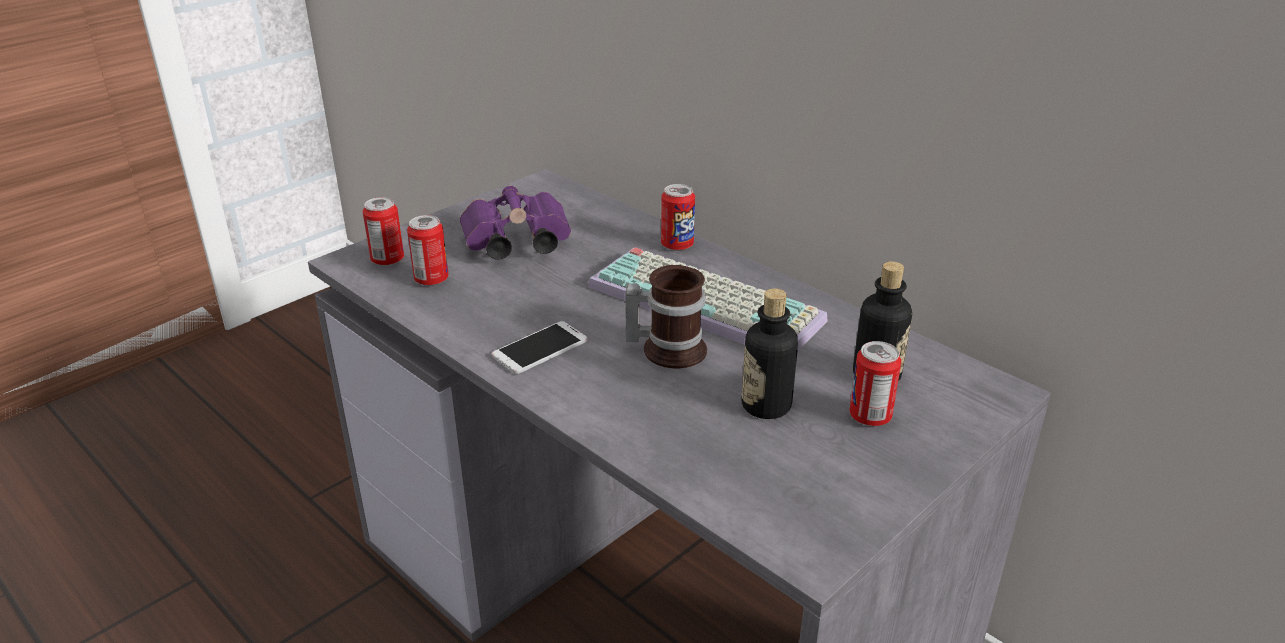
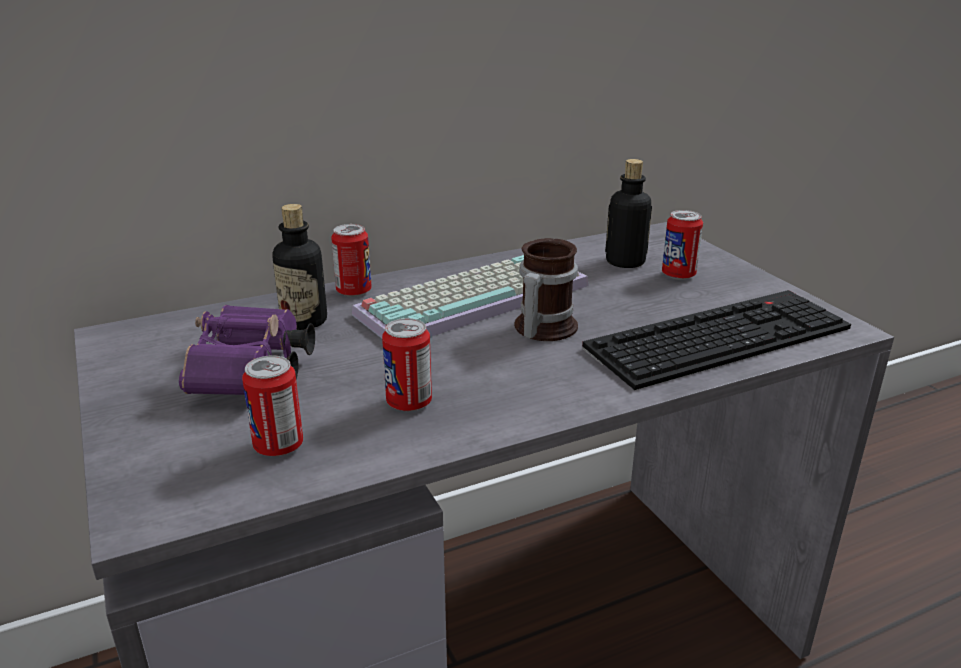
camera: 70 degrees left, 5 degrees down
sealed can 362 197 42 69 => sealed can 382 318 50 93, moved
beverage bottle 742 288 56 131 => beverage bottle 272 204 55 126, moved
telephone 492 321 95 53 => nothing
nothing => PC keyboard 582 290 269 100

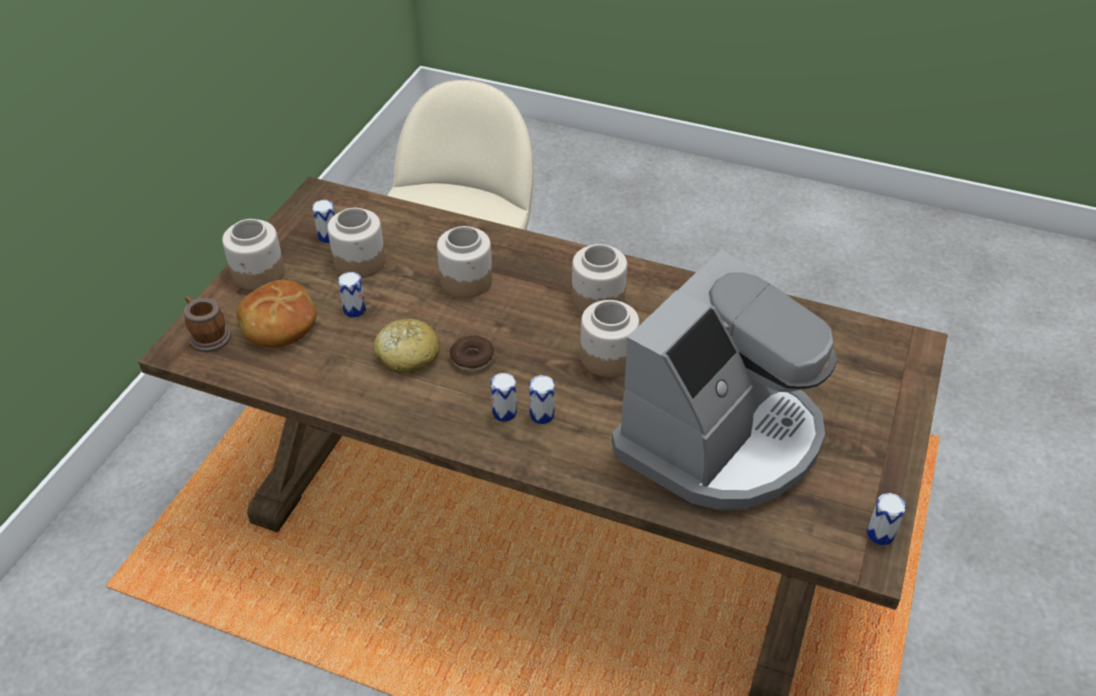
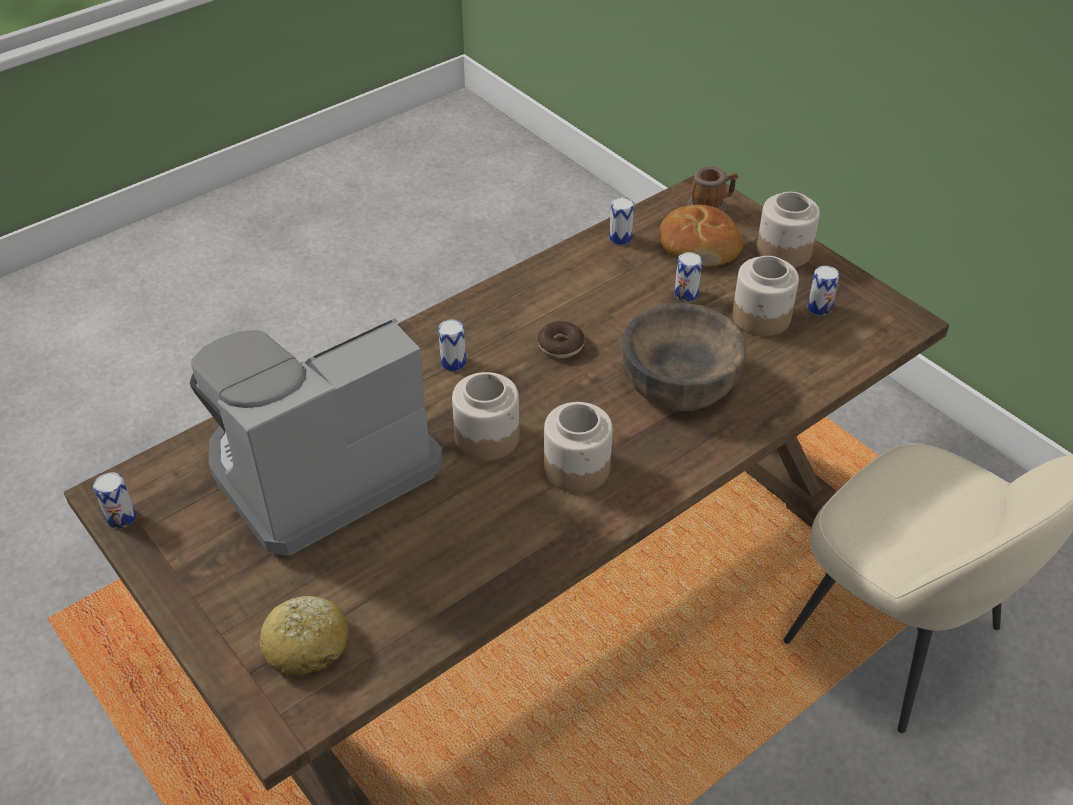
camera: 120 degrees right, 0 degrees up
preserve jar 437 226 55 72 => brown bowl 621 303 125 108
coffee brewer 612 249 225 261 => coffee brewer 190 318 252 238, 75 degrees clockwise
bakery bread 374 319 66 55 => bakery bread 260 596 89 80, moved
sealed can 491 373 26 49 => sealed can 609 197 25 48, moved

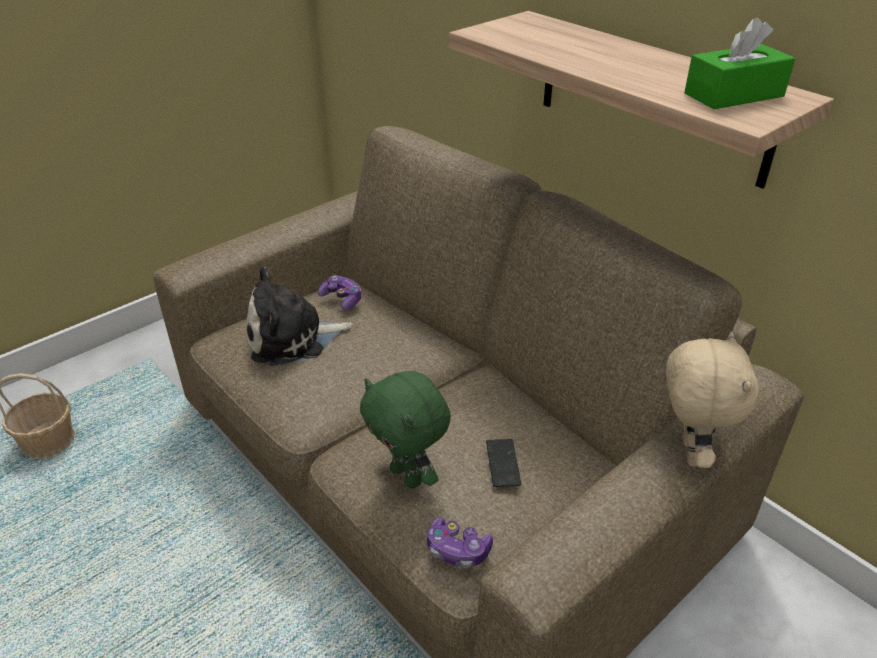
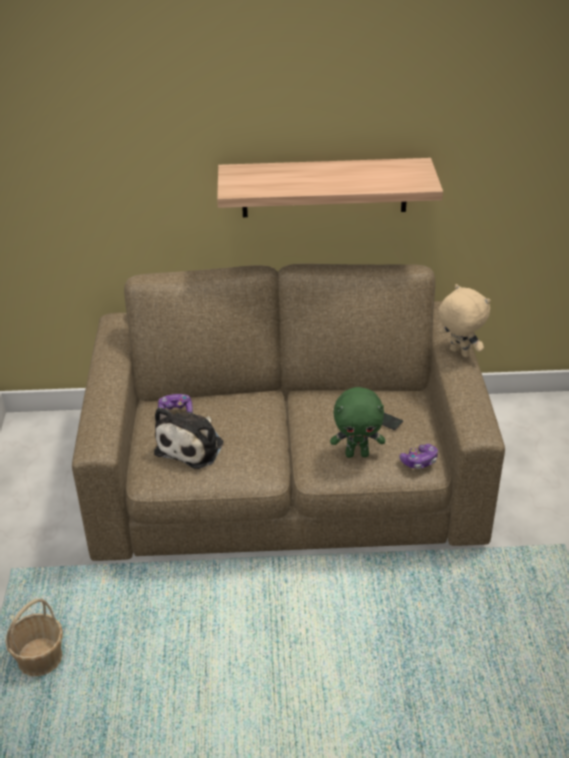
camera: 50 degrees left, 0 degrees up
green-coloured tissue box 684 17 111 92 => nothing

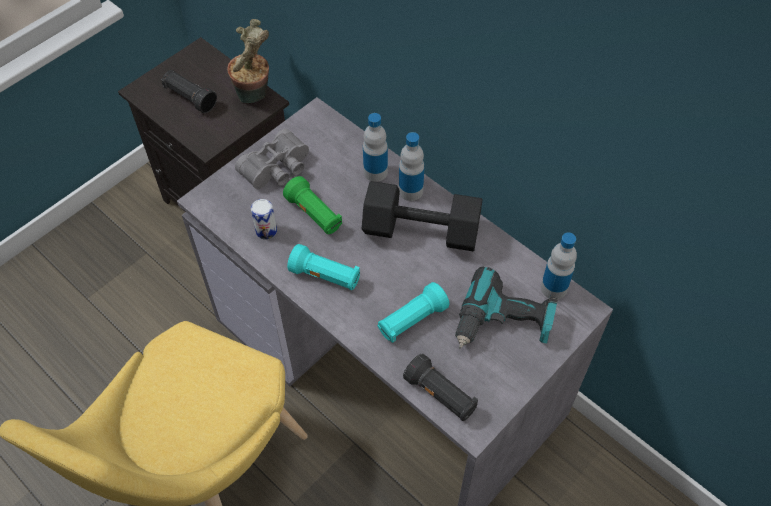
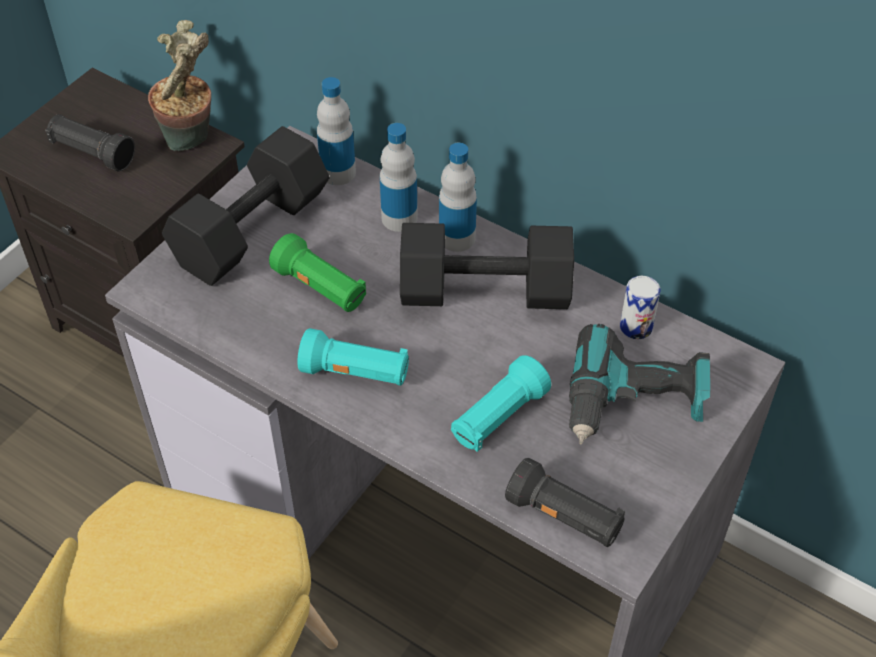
camera: 10 degrees left, 5 degrees down
grey pair of binoculars 235 129 74 60 => black-coloured free weight 162 126 167 160
sealed can 251 199 26 40 => sealed can 620 276 40 63, moved
beverage bottle 541 233 36 66 => beverage bottle 317 77 39 108, moved

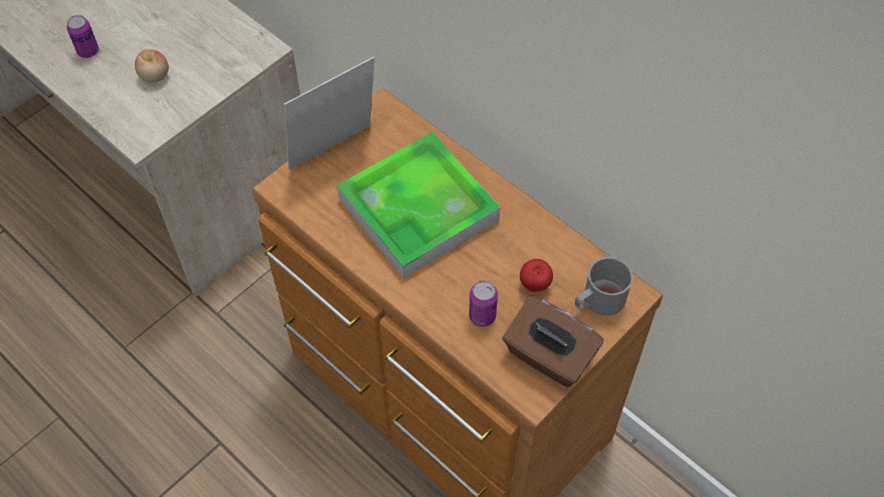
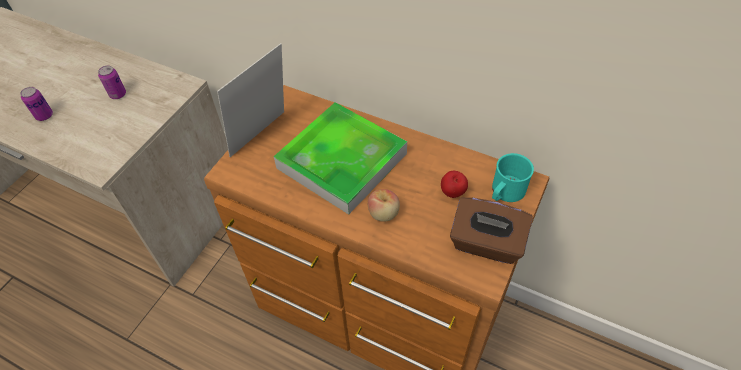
camera: 15 degrees left, 5 degrees down
whole apple 135 50 34 32 => whole apple 368 189 32 33, moved
grey tea mug 575 257 58 59 => blue-green tea mug 492 153 42 49
sealed can 469 281 29 46 => sealed can 98 65 28 34, moved

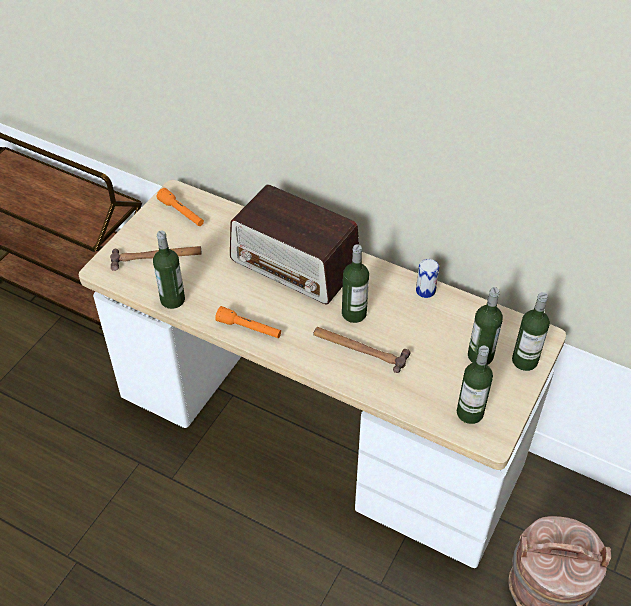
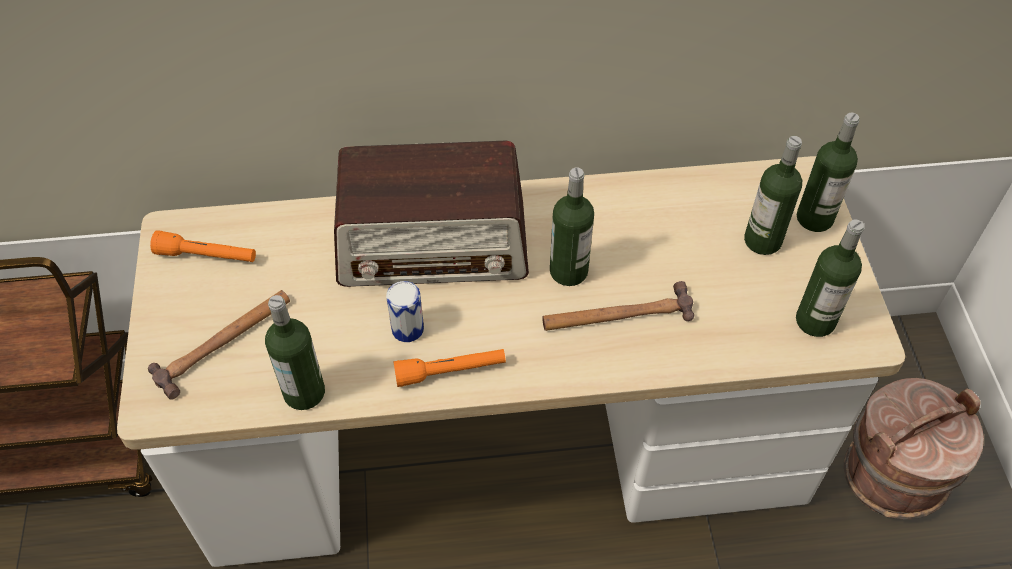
camera: 35 degrees left, 5 degrees up
sealed can 416 259 23 39 => sealed can 386 281 38 61, moved

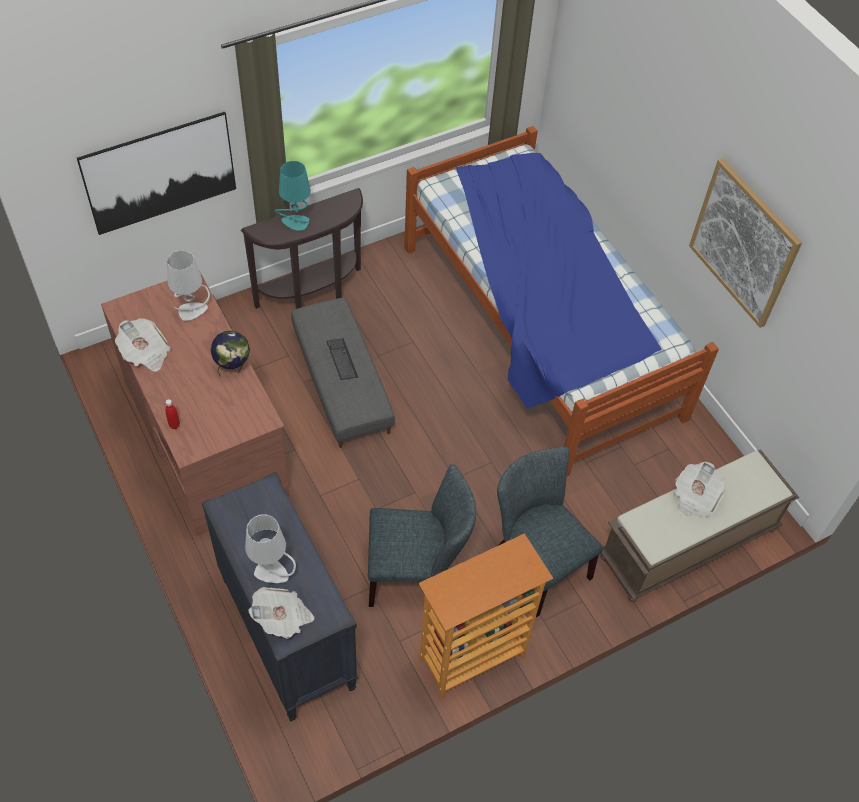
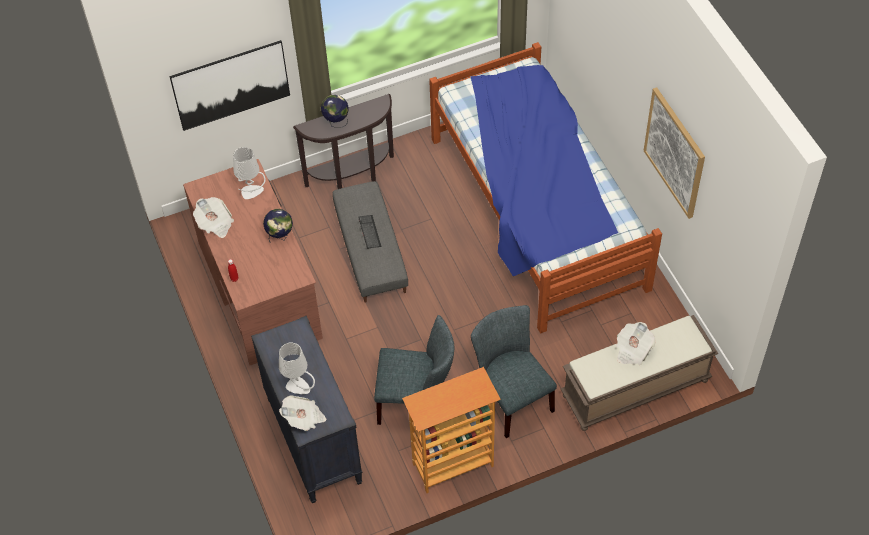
camera: 10 degrees right, 0 degrees up
blue-green tabletop lamp 274 161 37 70 => desk globe 321 95 27 33

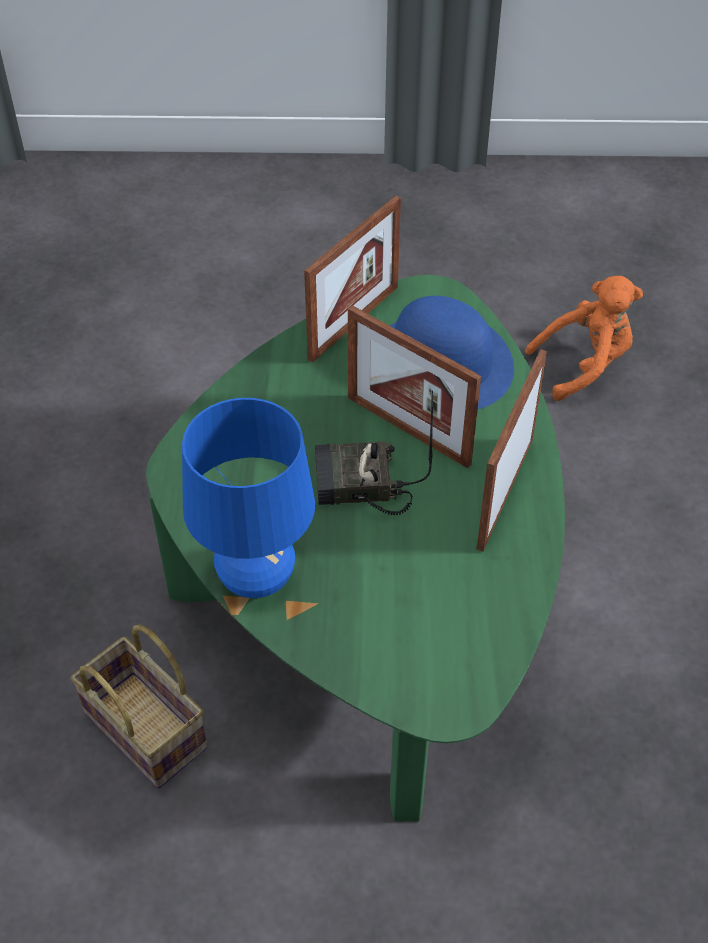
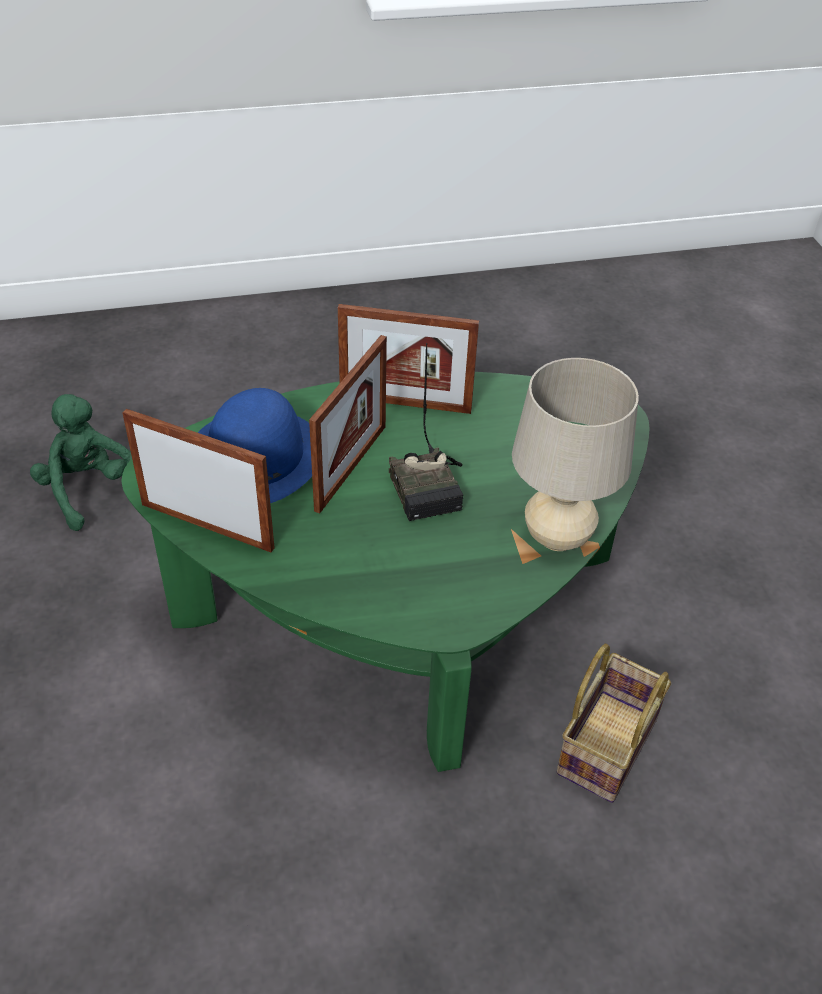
camera: 105 degrees left, 5 degrees down
orange cuddly toy 525 276 118 125 => green-coloured cuddly toy 30 394 102 137
blue tabletop lamp 182 398 133 200 => beige-coloured tabletop lamp 512 358 127 193

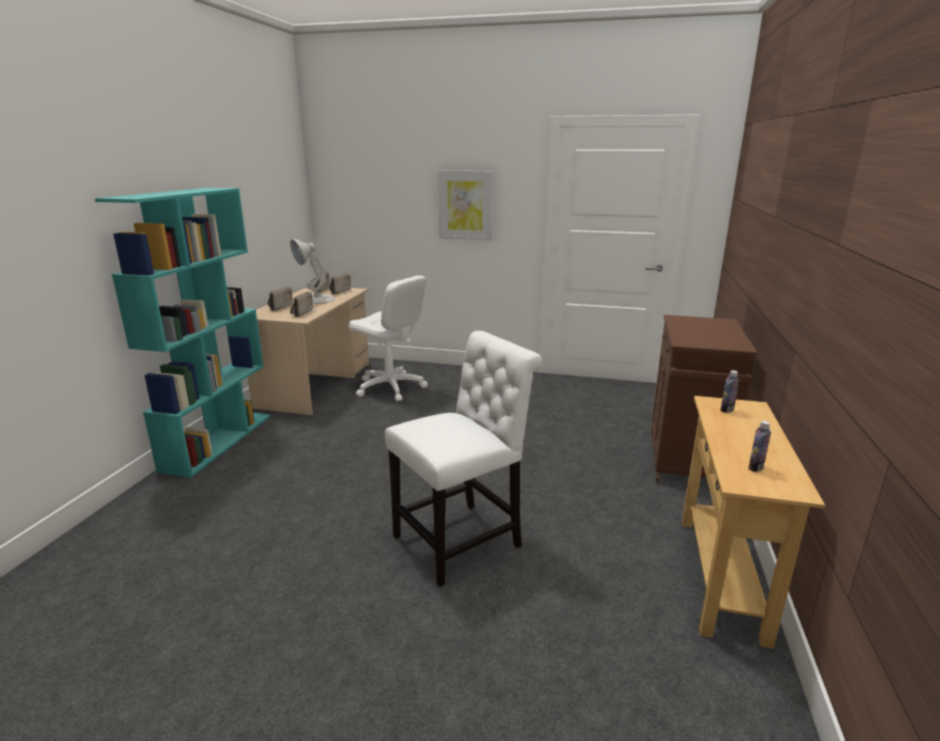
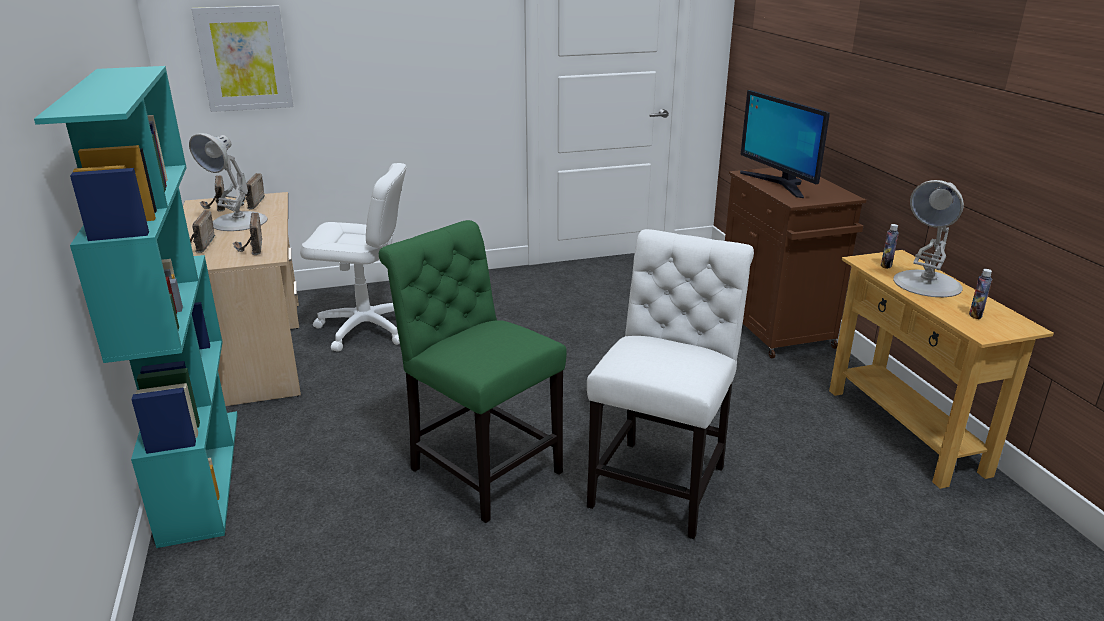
camera: 30 degrees left, 5 degrees up
wall art 438 170 54 71 => wall art 191 5 102 107, moved
nothing => computer display 740 90 90 108
nothing => whitish tabletop lamp 893 180 71 117
nothing => green-coloured plain chair 379 220 188 303

